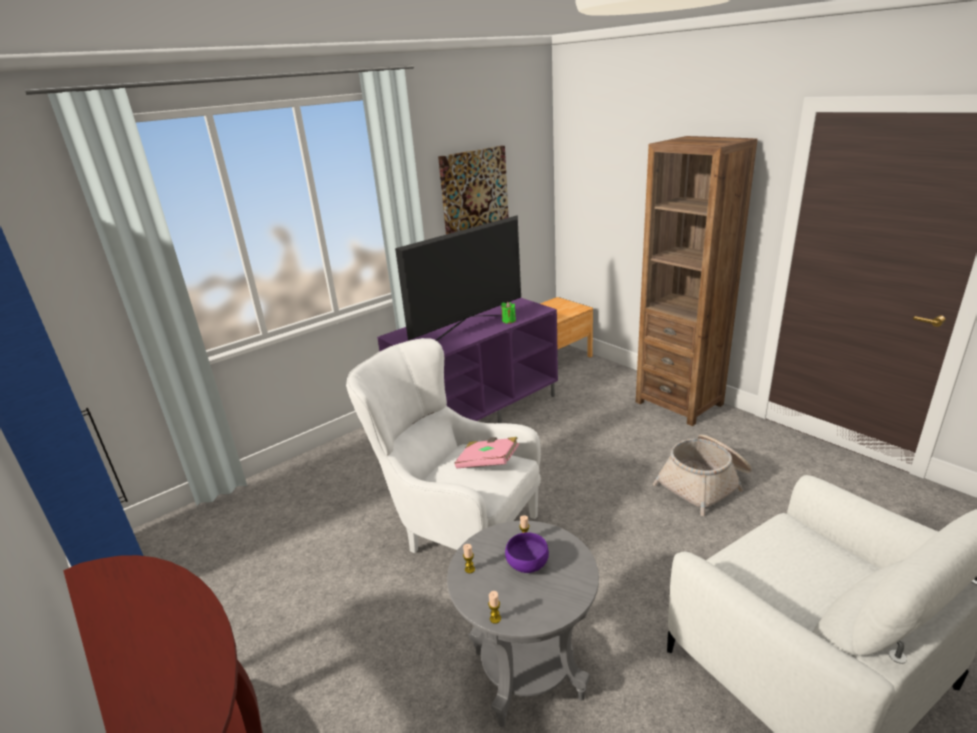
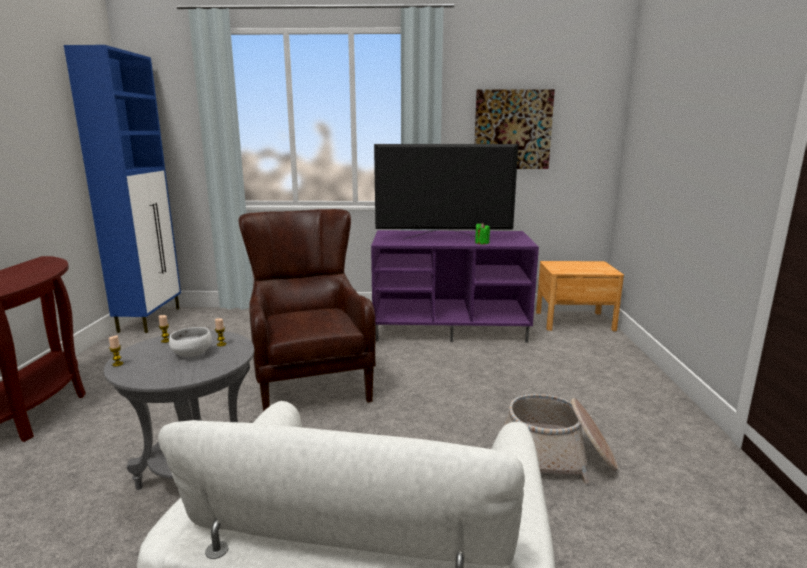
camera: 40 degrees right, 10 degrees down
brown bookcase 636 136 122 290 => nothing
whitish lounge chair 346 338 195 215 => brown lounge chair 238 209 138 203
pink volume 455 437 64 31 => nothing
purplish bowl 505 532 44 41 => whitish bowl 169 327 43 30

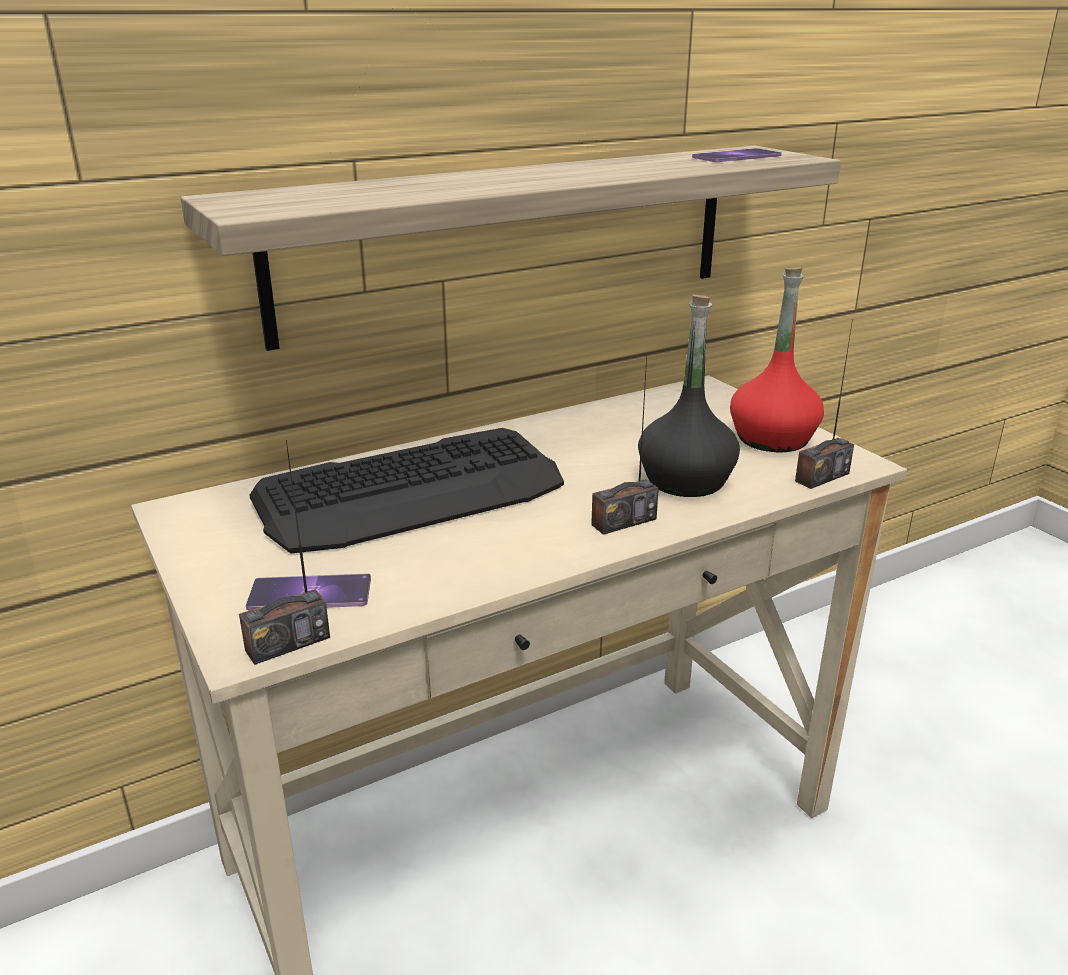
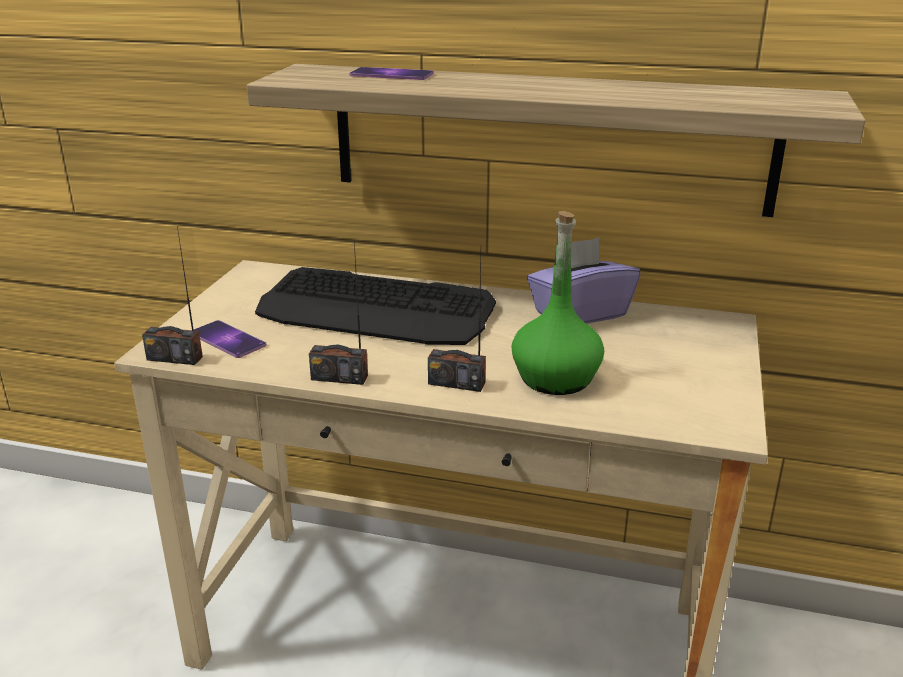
camera: 45 degrees right, 0 degrees up
telephone 692 148 90 14 => telephone 349 67 85 13, moved
red-coloured beverage bottle 730 268 94 184 => nothing
black-coloured beverage bottle 638 295 102 202 => green-coloured beverage bottle 512 211 92 184
radio receiver 795 319 59 170 => radio receiver 309 241 59 144, moved
nothing => purplish tissue box 527 238 114 86

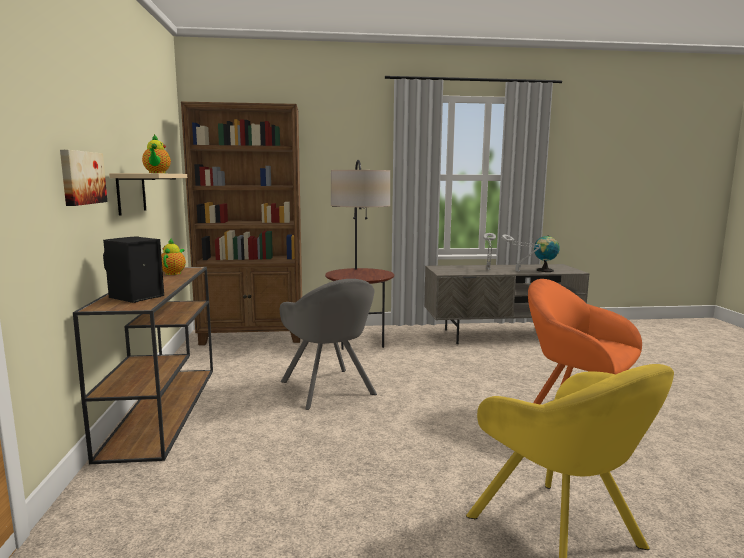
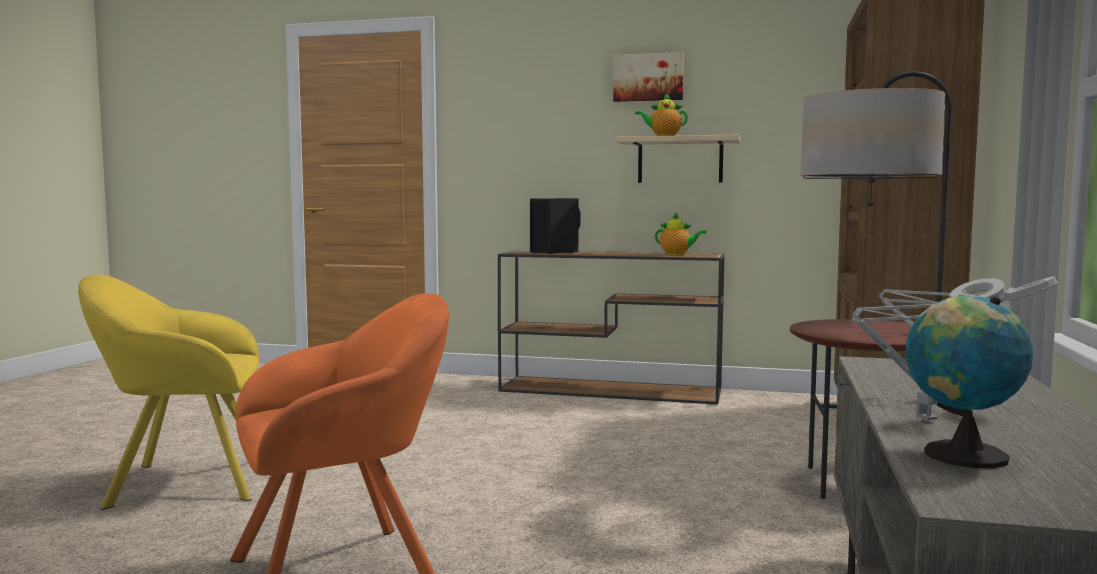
camera: 110 degrees right, 5 degrees down
wall art 60 150 47 56 => wall art 613 52 71 50, moved
grey lounge chair 280 279 97 131 => nothing

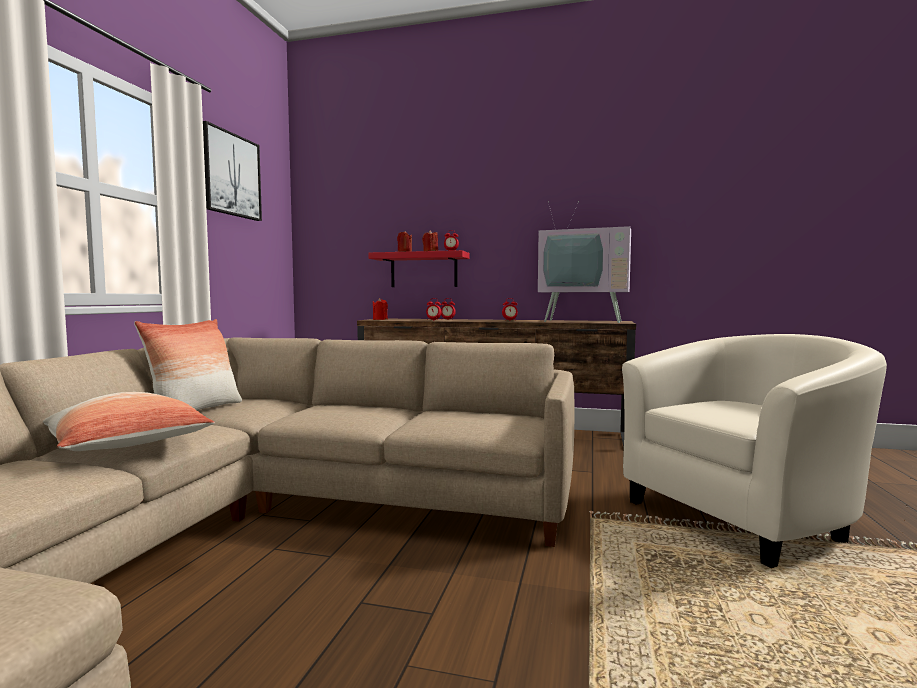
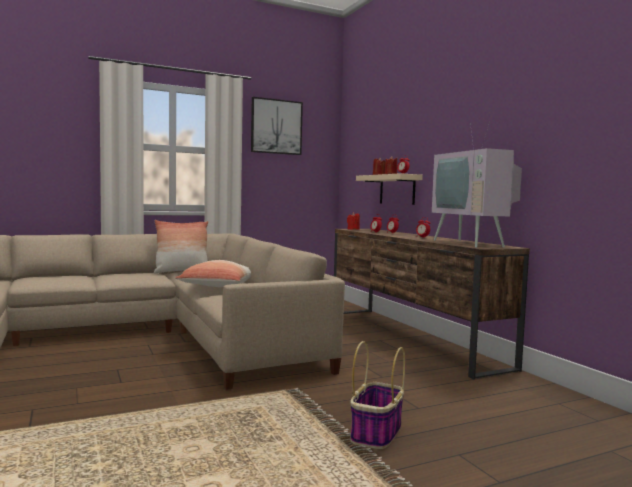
camera: 50 degrees right, 0 degrees up
red-coloured wall shelf 369 250 101 37 => beige-coloured wall shelf 356 173 67 32
beige-coloured lounge chair 622 334 265 234 => storage basket 350 341 55 108
cushion 43 392 172 59 => cushion 175 260 76 27, moved

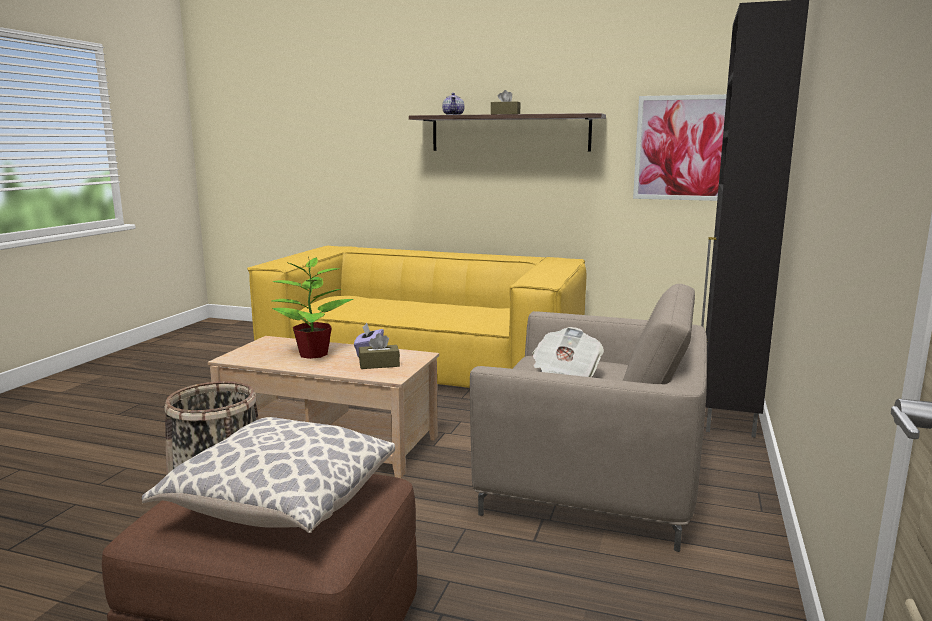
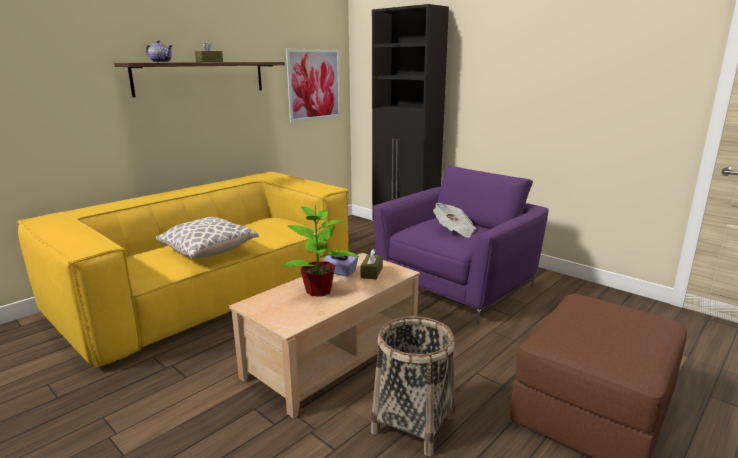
camera: 65 degrees left, 5 degrees up
beige-coloured lounge chair 470 284 237 268 => purplish lounge chair 373 165 175 159
cushion 142 417 253 116 => cushion 156 217 103 42, moved

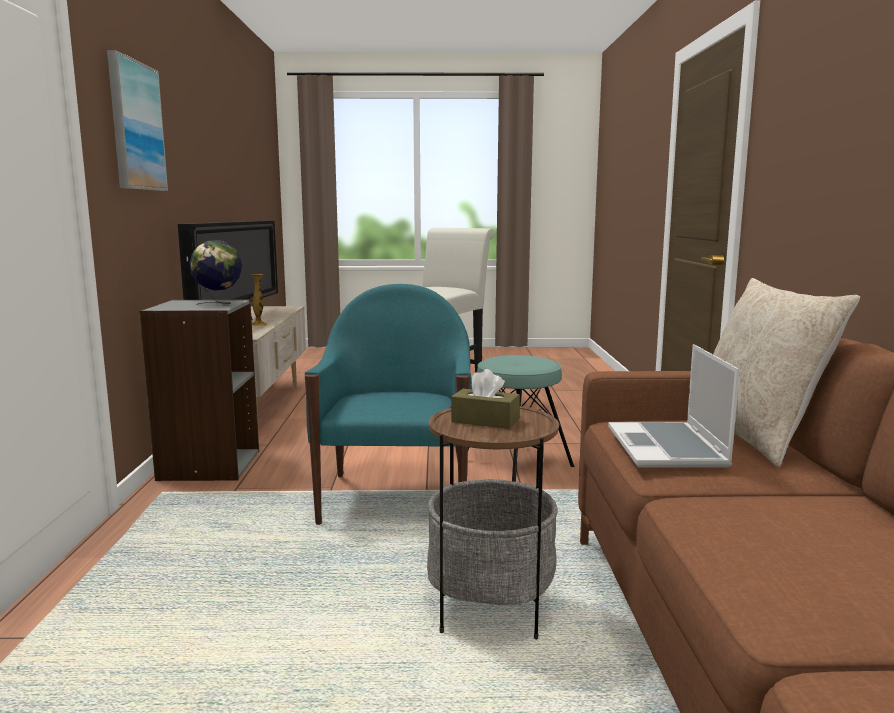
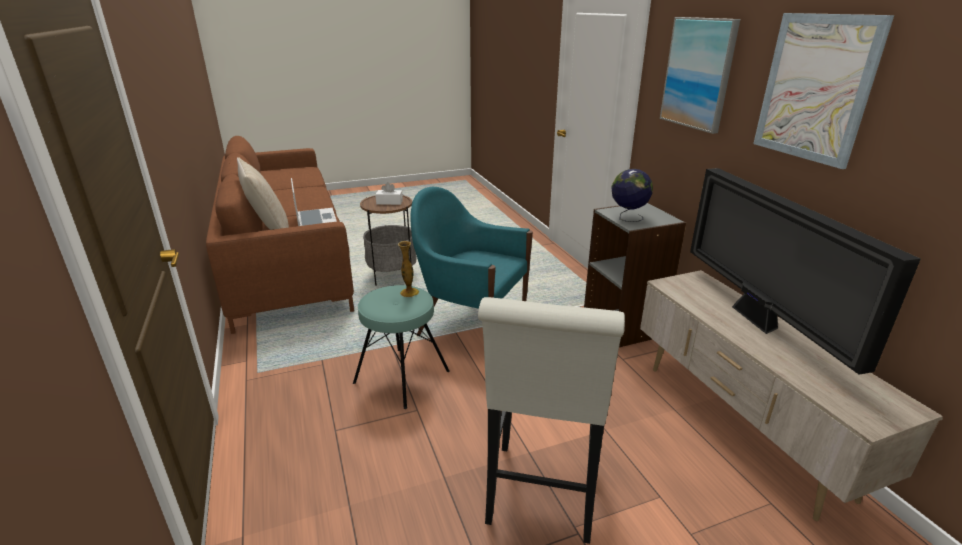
camera: 160 degrees right, 15 degrees up
vase 251 274 16 52 => vase 398 241 21 56, moved
blue-green lounge chair 305 284 167 241 => blue-green lounge chair 410 187 123 149, 135 degrees clockwise
brown tissue box 451 369 69 60 => whitish tissue box 375 182 28 23
nothing => wall art 753 13 141 156

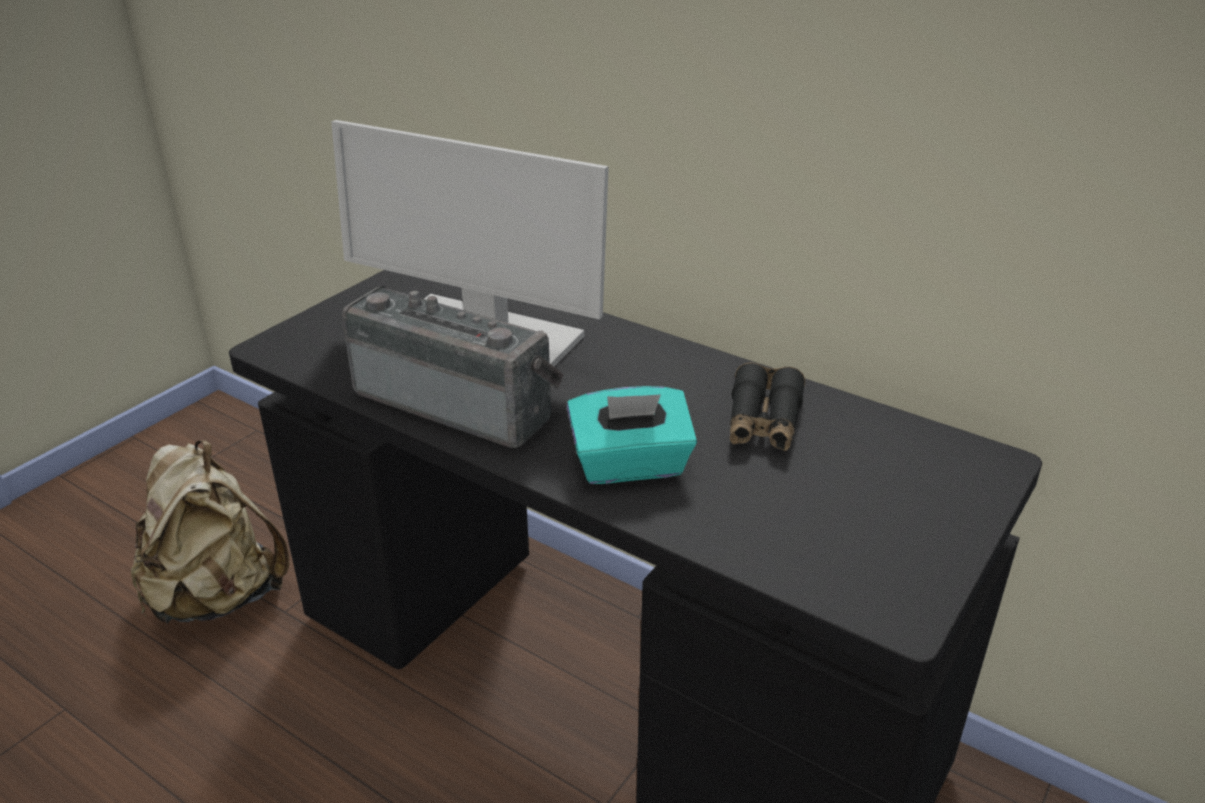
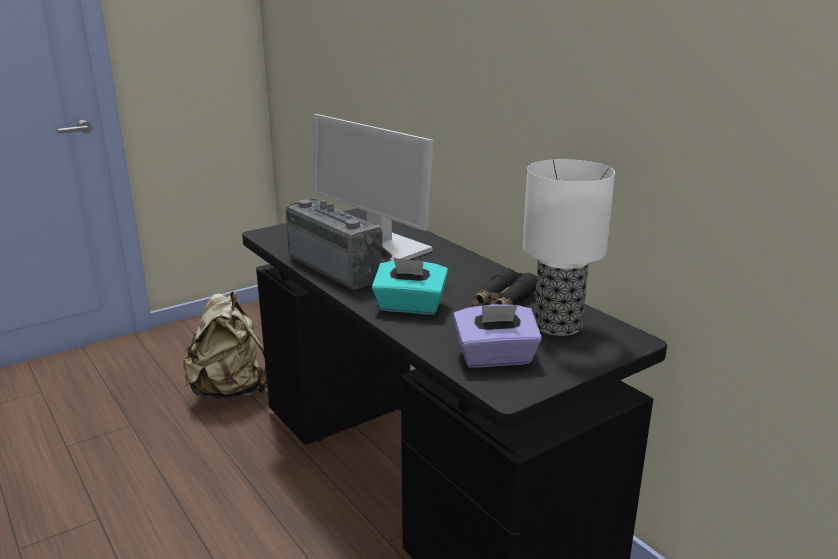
camera: 20 degrees right, 10 degrees down
nothing => tabletop lamp 523 159 92 177
nothing => purplish tissue box 453 304 89 64

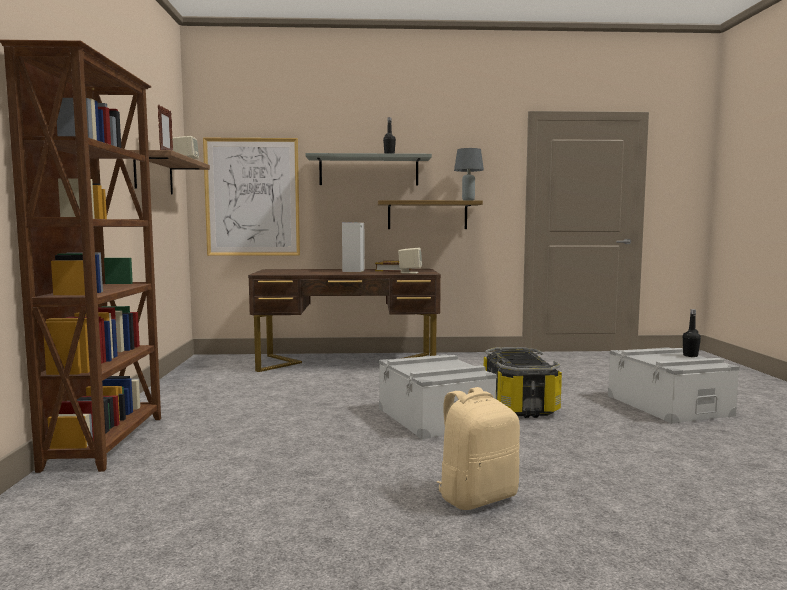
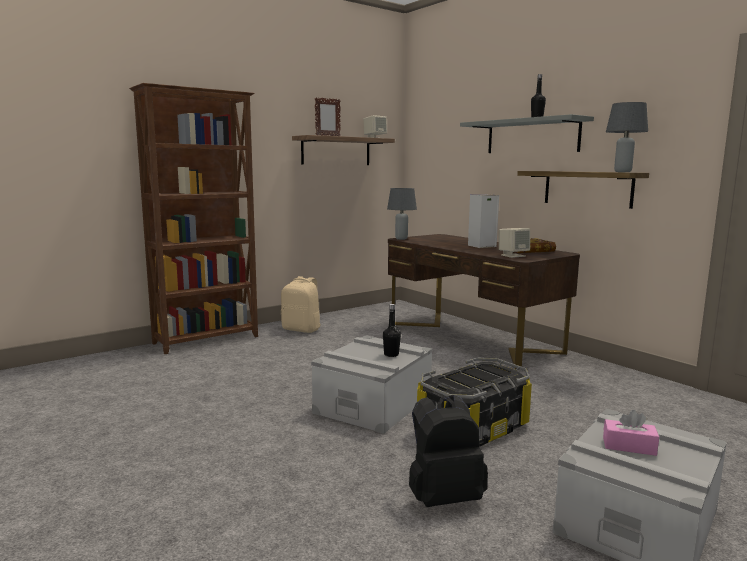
camera: 55 degrees right, 5 degrees up
wall art 203 138 97 118 => nothing
black-coloured beverage bottle 683 309 18 48 => black-coloured beverage bottle 383 304 18 53, moved
beige-coloured knapsack 437 387 83 123 => beige-coloured knapsack 281 276 39 57, moved
nothing => grey tabletop lamp 387 188 30 52
nothing => black-coloured knapsack 409 395 79 112
nothing => pink tissue box 603 410 56 46

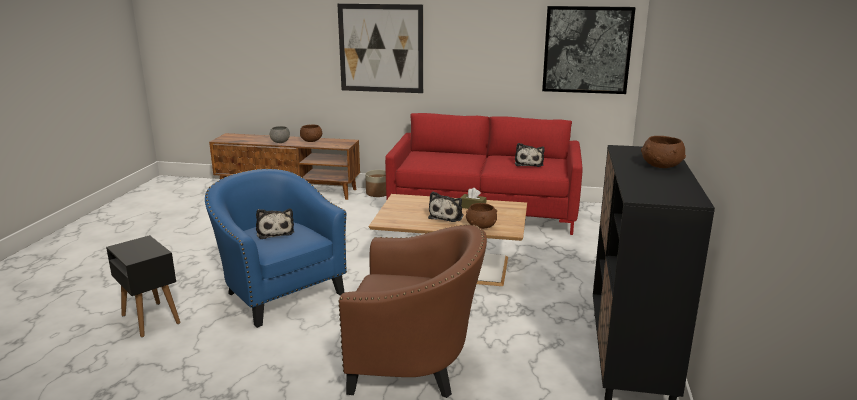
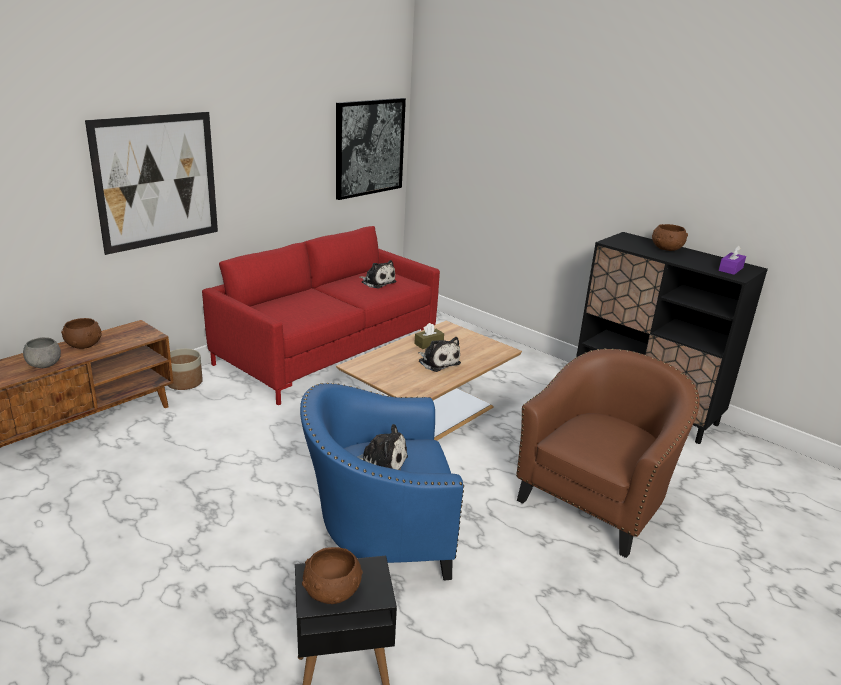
camera: 60 degrees left, 5 degrees up
brown bowl 466 203 31 26 => brown bowl 302 547 61 57, moved
nothing => purplish tissue box 718 246 28 29

